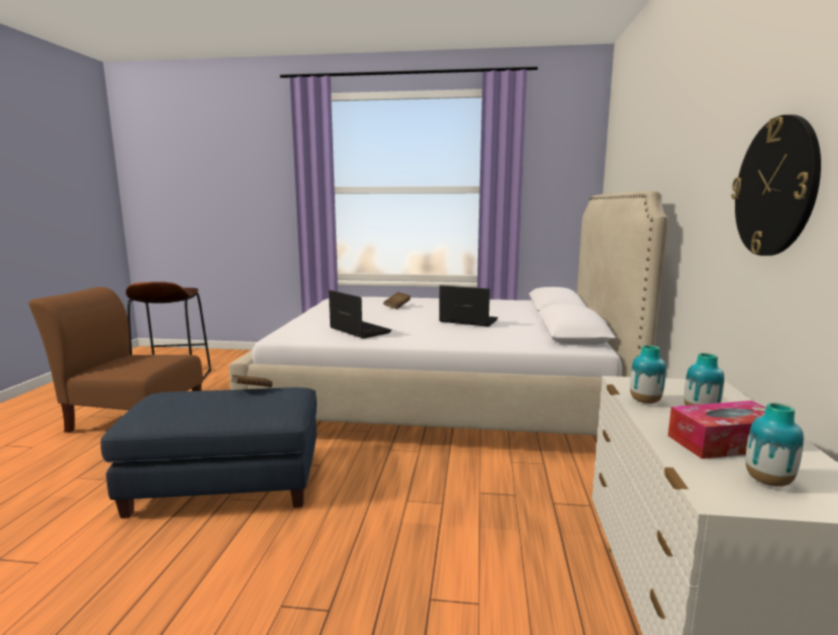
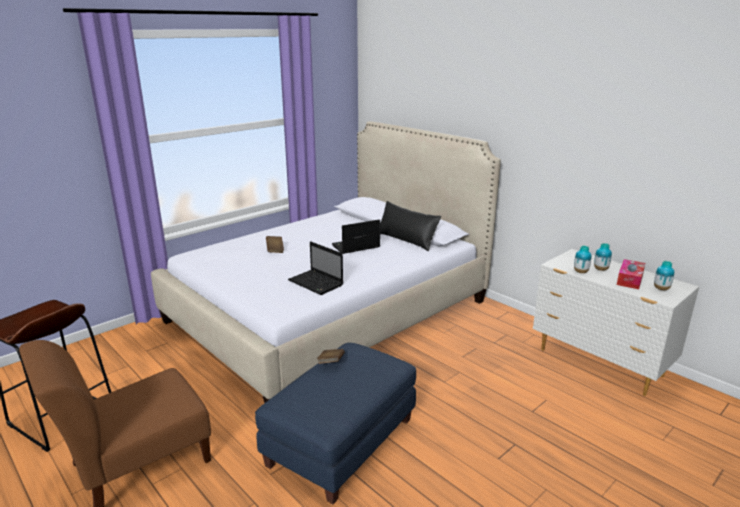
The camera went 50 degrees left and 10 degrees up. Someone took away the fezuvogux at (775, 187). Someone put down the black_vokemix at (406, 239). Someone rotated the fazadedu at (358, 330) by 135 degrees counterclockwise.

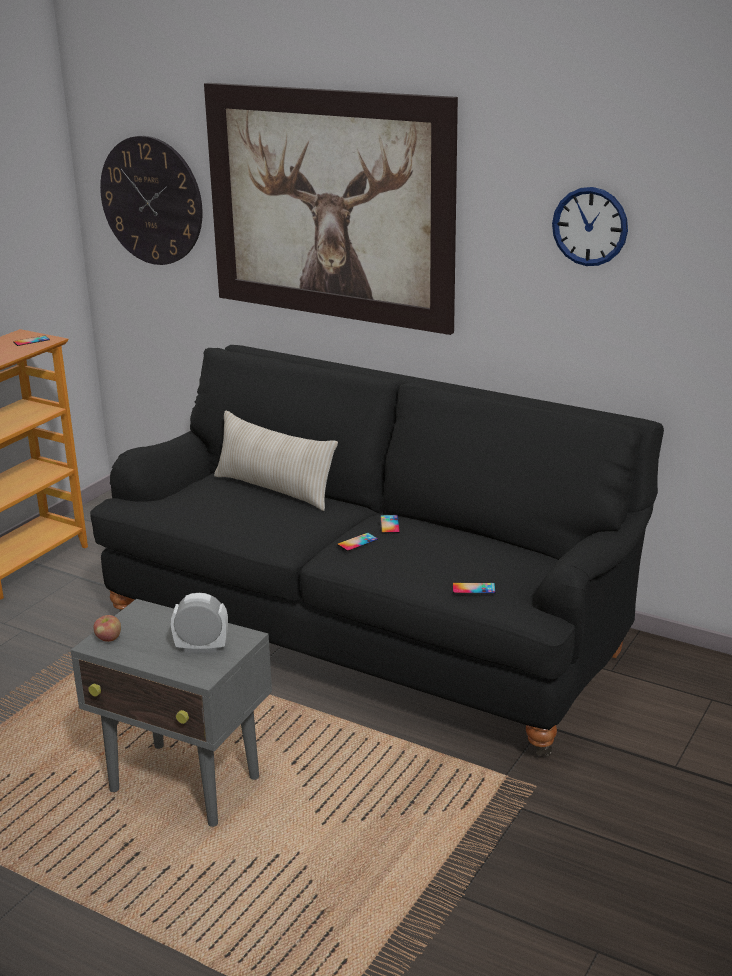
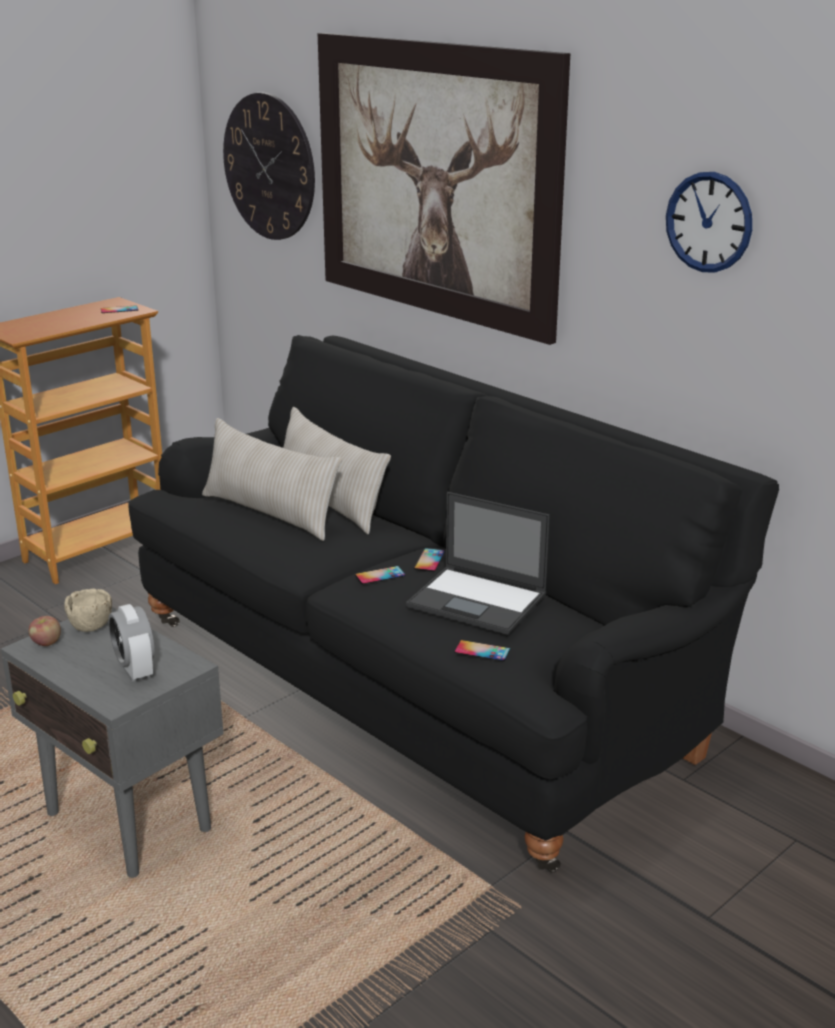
The camera went 15 degrees right and 0 degrees up. Someone put down the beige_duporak at (91, 625). Someone put down the beige_vokemix at (270, 513). Someone put down the fazadedu at (478, 601). Someone rotated the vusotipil at (201, 648) by 135 degrees counterclockwise.

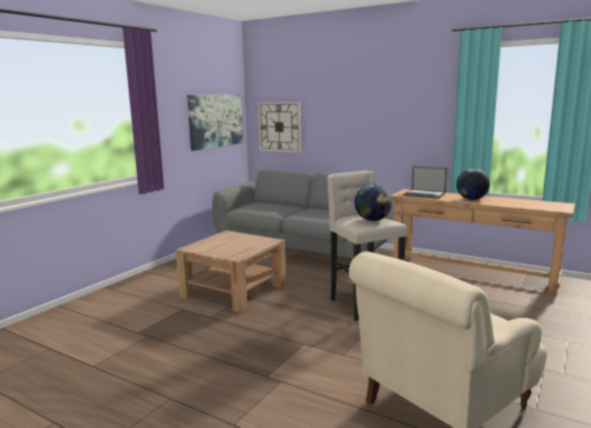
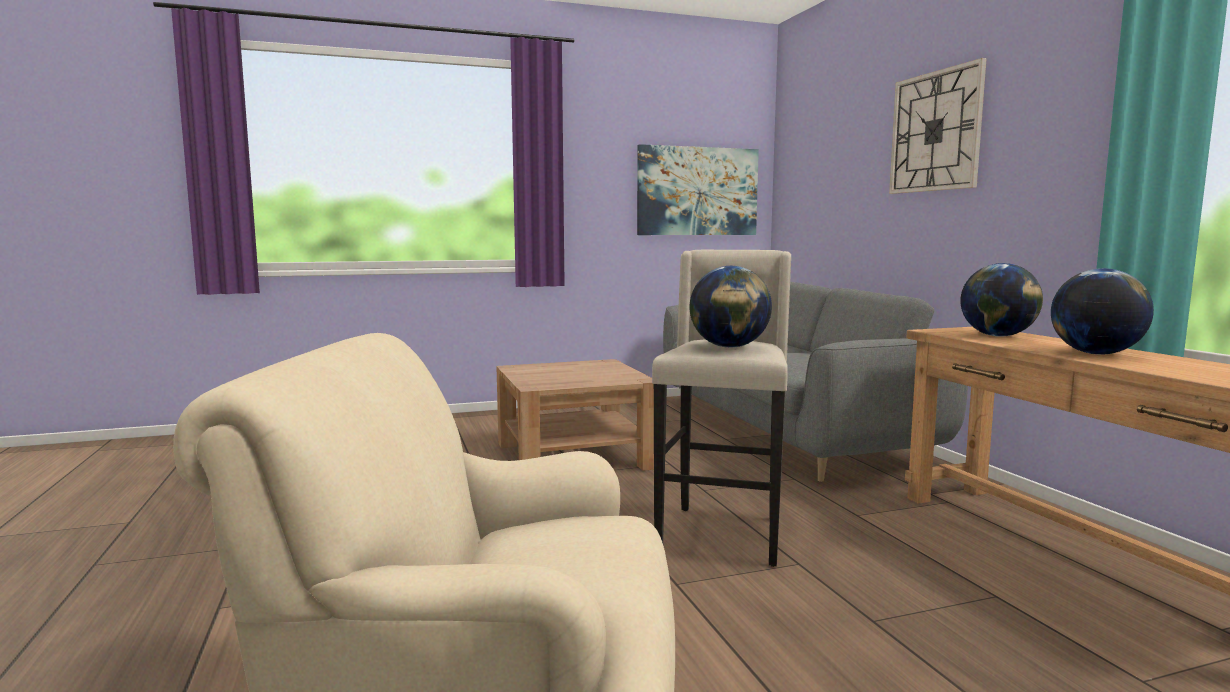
The camera went 40 degrees right and 5 degrees down. Someone carried the fezuvogux from (279, 127) to (935, 131). Someone swapped the fazadedu at (425, 194) for the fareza at (997, 336).

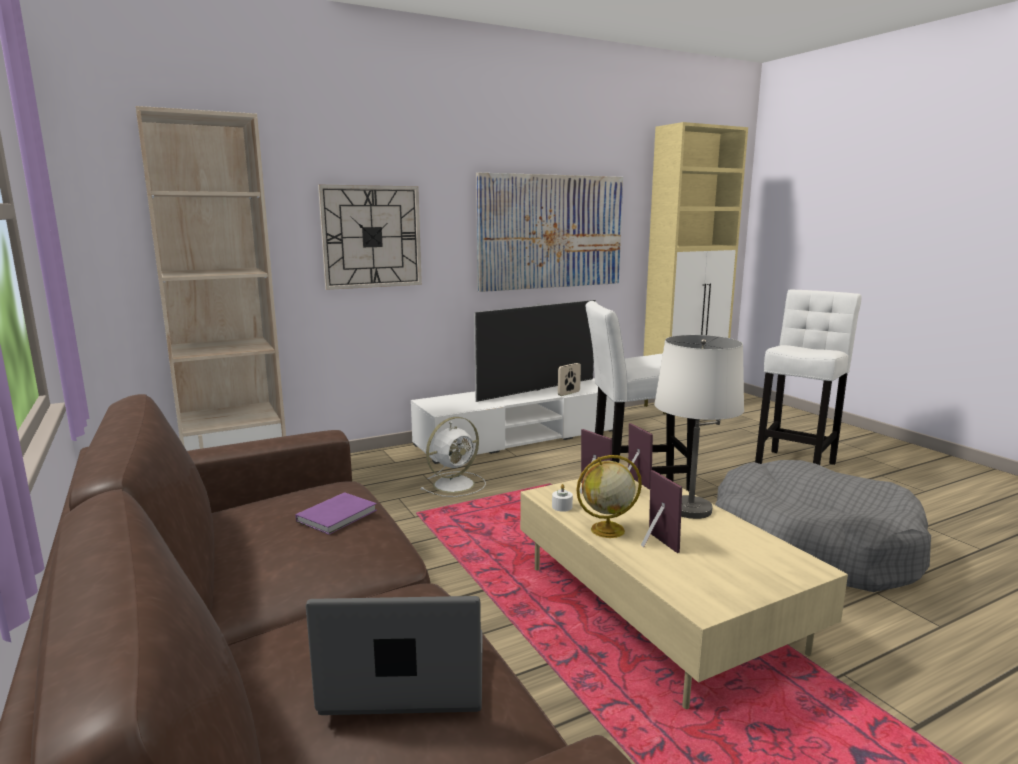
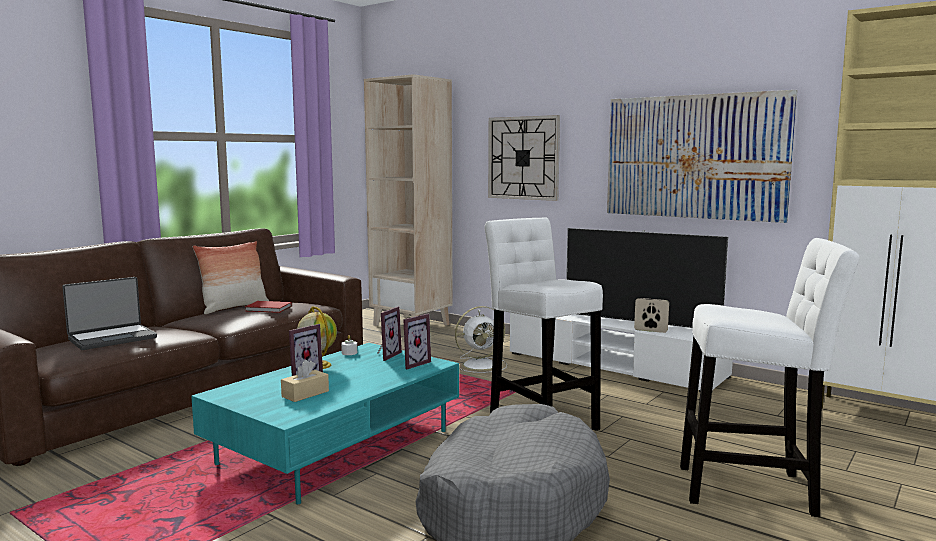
The camera went 65 degrees right and 5 degrees down. Someone took away the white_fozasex at (691, 510). Someone put down the vokemix at (234, 307). Someone put down the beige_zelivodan at (305, 394). Someone repainted the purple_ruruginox at (339, 515), which became the red_ruruginox at (269, 309). Someone repainted the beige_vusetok at (655, 607), which became the turquoise_vusetok at (337, 446). Someone rotated the fazadedu at (405, 678) by 75 degrees clockwise. Someone rotated the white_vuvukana at (455, 484) by 45 degrees counterclockwise.

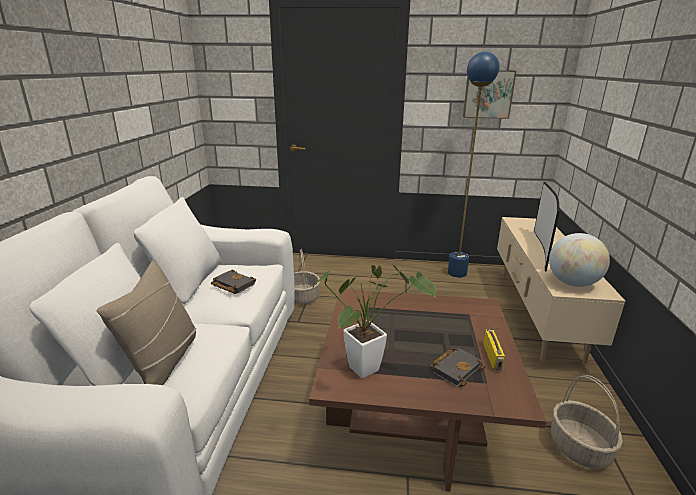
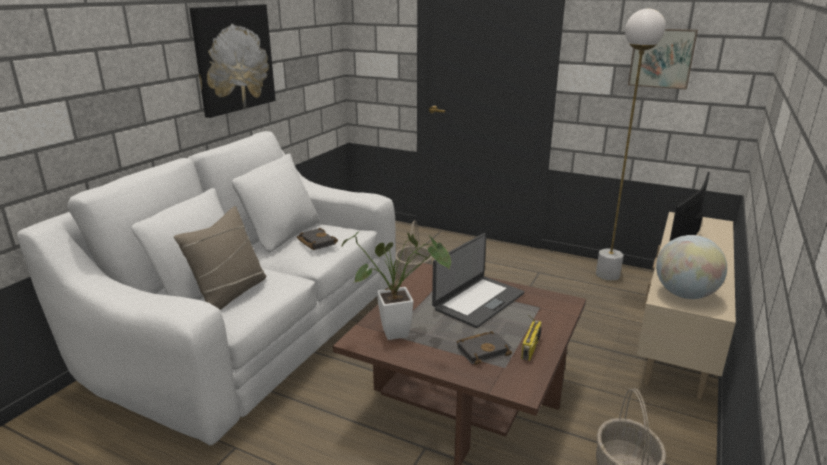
The camera went 20 degrees right and 0 degrees up. Someone put up the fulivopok at (233, 58). Someone put down the fazadedu at (478, 301). Someone repainted the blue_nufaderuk at (457, 273), which became the white_nufaderuk at (607, 275).

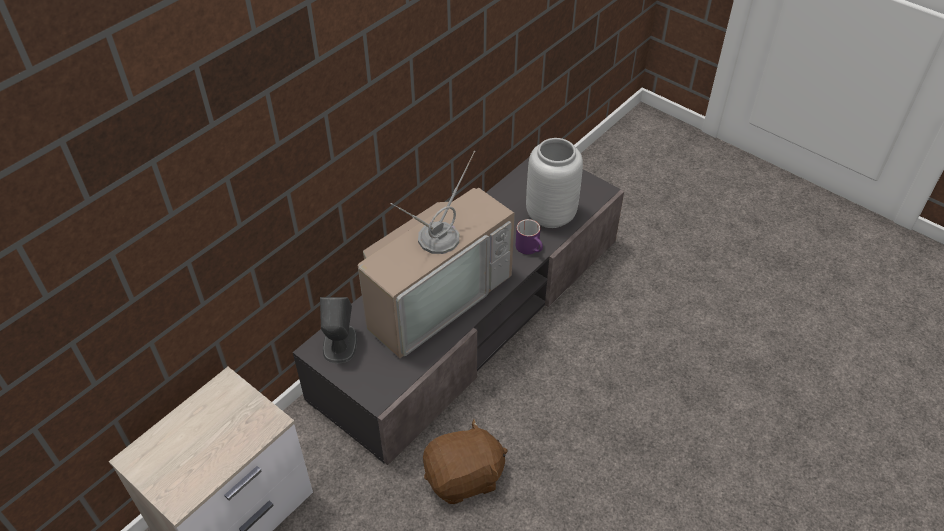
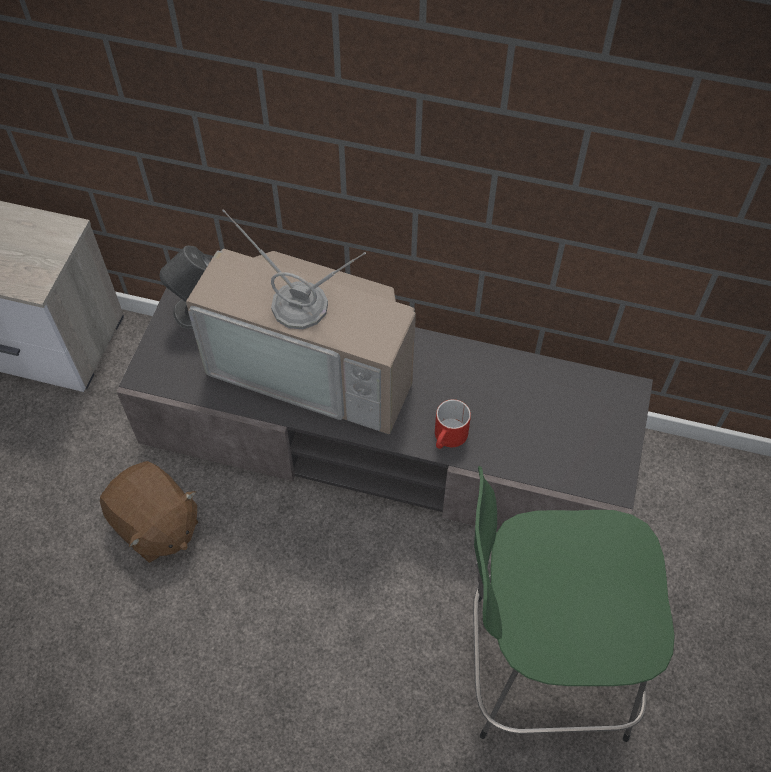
The camera went 65 degrees right and 10 degrees up. Someone took away the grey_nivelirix at (550, 214). Someone put down the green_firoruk at (541, 666). Someone repainted the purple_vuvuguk at (531, 248), which became the red_vuvuguk at (449, 439).

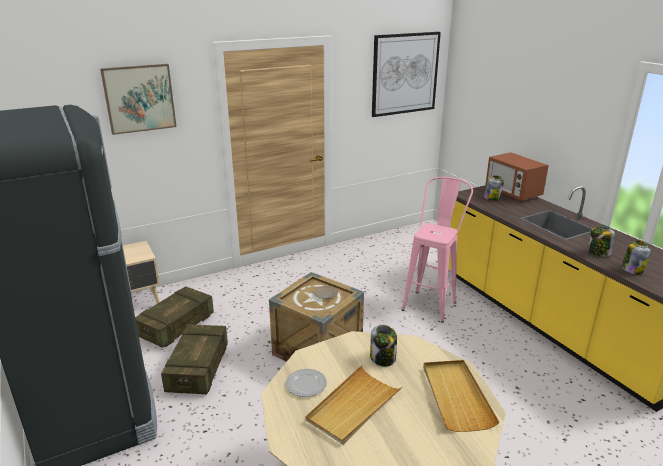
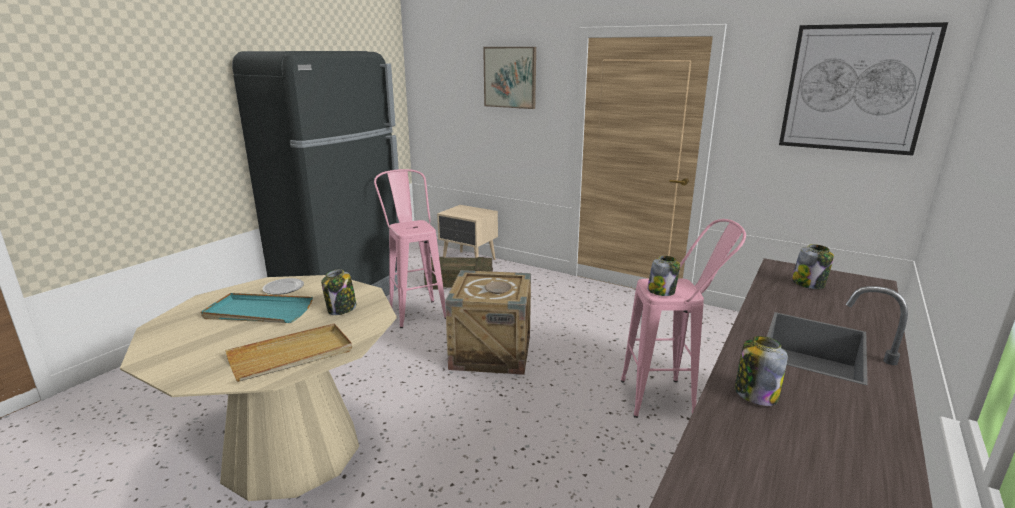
The camera went 60 degrees right and 5 degrees down. Someone took away the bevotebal at (512, 193). Someone carried the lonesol from (632, 270) to (661, 291). Someone swapped the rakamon at (198, 369) for the pink_firoruk at (415, 310). Someone repainted the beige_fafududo at (353, 407), which became the turquoise_fafududo at (258, 312).

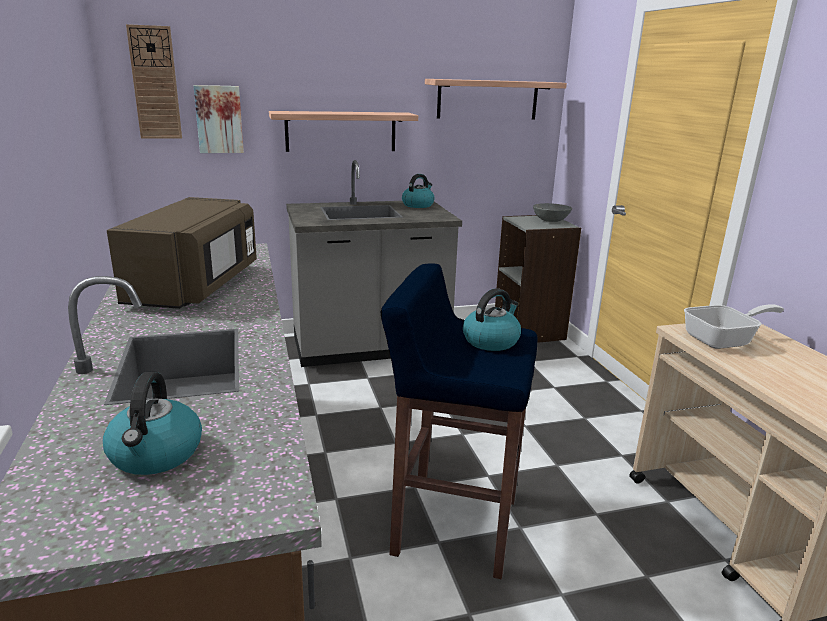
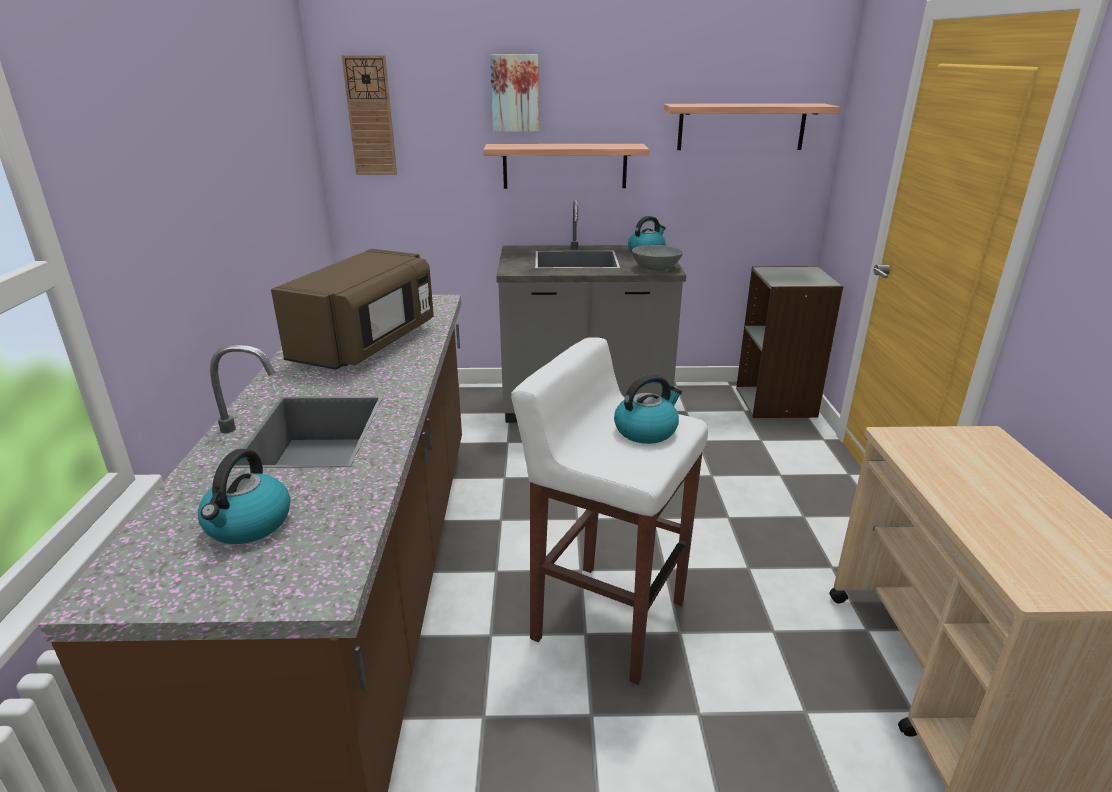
The camera went 15 degrees right and 5 degrees up. Someone took away the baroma at (724, 340). Someone carried the fulivopok from (219, 119) to (515, 93). Someone carried the grey_duporak from (551, 220) to (656, 268). Someone repainted the blue_firoruk at (453, 526), which became the white_firoruk at (606, 619).

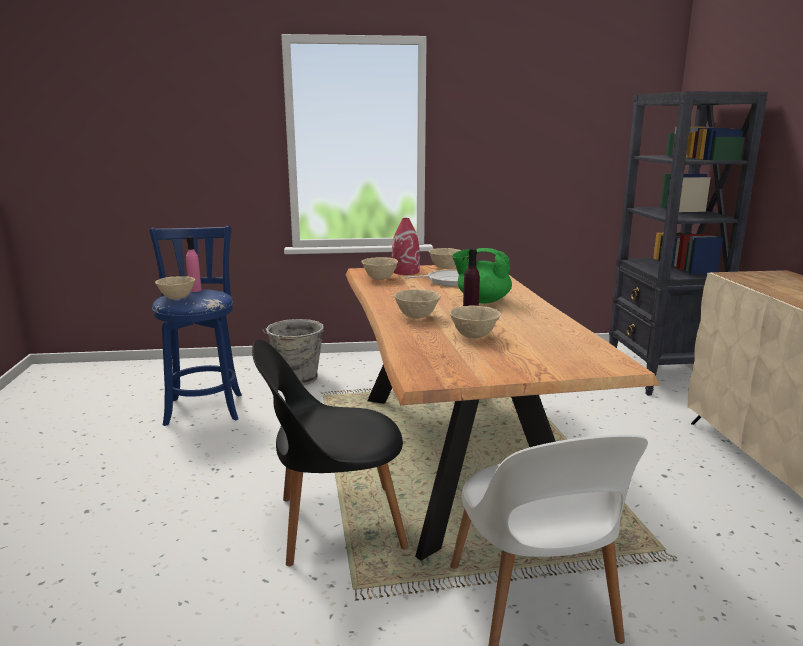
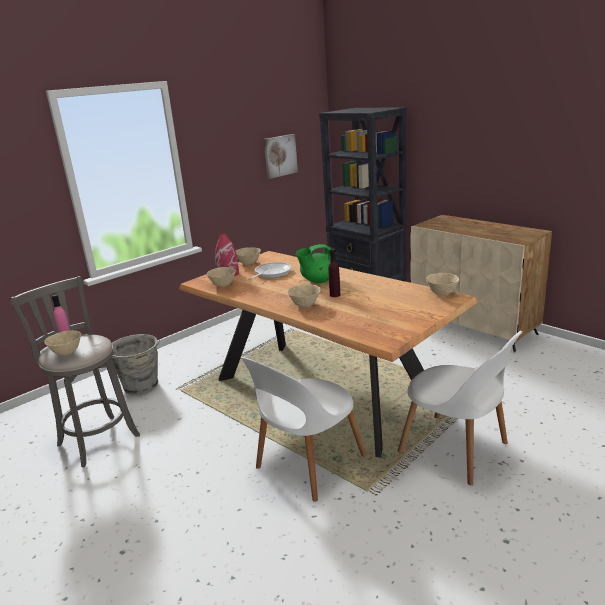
The camera went 35 degrees left and 5 degrees up. Someone put up the fulivopok at (280, 156). Someone carried the beige_duporak from (474, 336) to (442, 293). Someone repainted the blue_firoruk at (204, 407), which became the grey_firoruk at (96, 438). Someone repainted the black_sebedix at (334, 524), which became the white_sebedix at (307, 464).

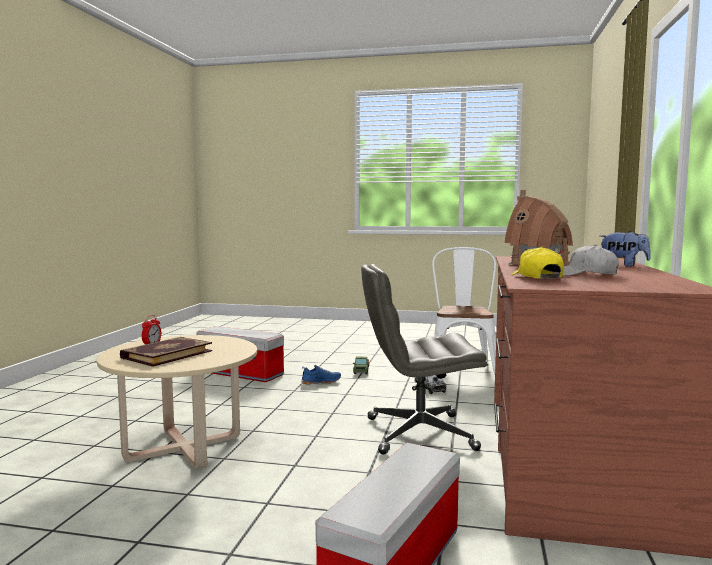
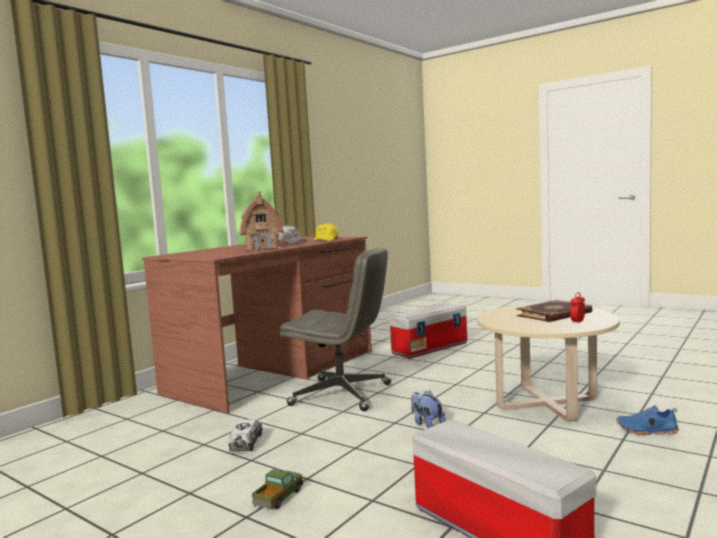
The camera went 155 degrees left and 0 degrees up. Someone took away the white_sebedix at (462, 370). Someone carried the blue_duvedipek from (321, 382) to (647, 431). Someone carried the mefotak from (623, 265) to (427, 424).

